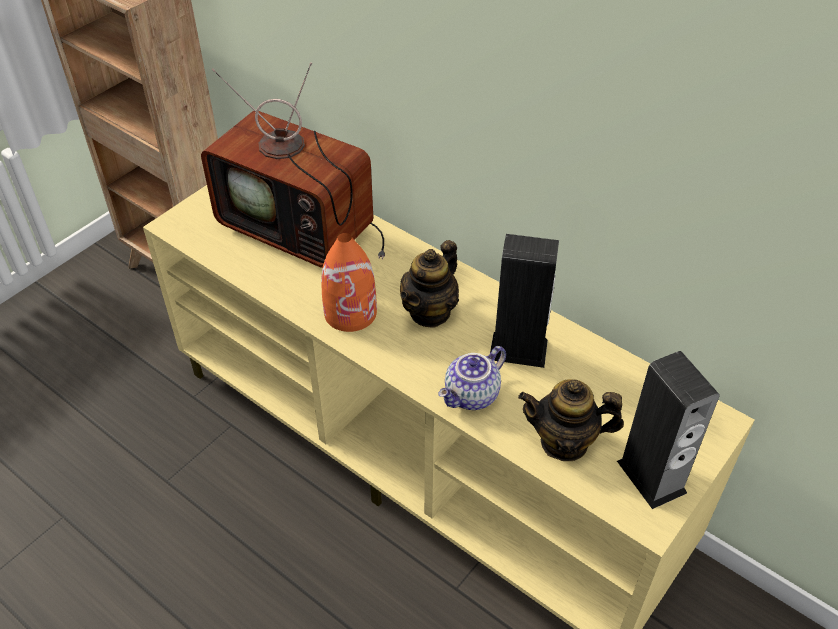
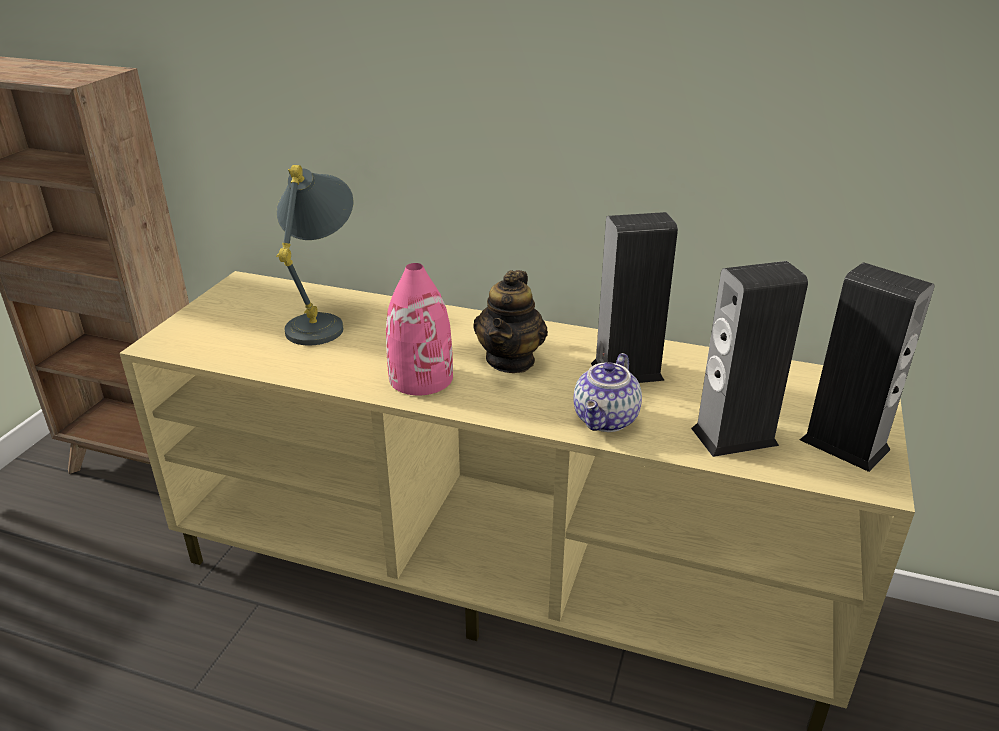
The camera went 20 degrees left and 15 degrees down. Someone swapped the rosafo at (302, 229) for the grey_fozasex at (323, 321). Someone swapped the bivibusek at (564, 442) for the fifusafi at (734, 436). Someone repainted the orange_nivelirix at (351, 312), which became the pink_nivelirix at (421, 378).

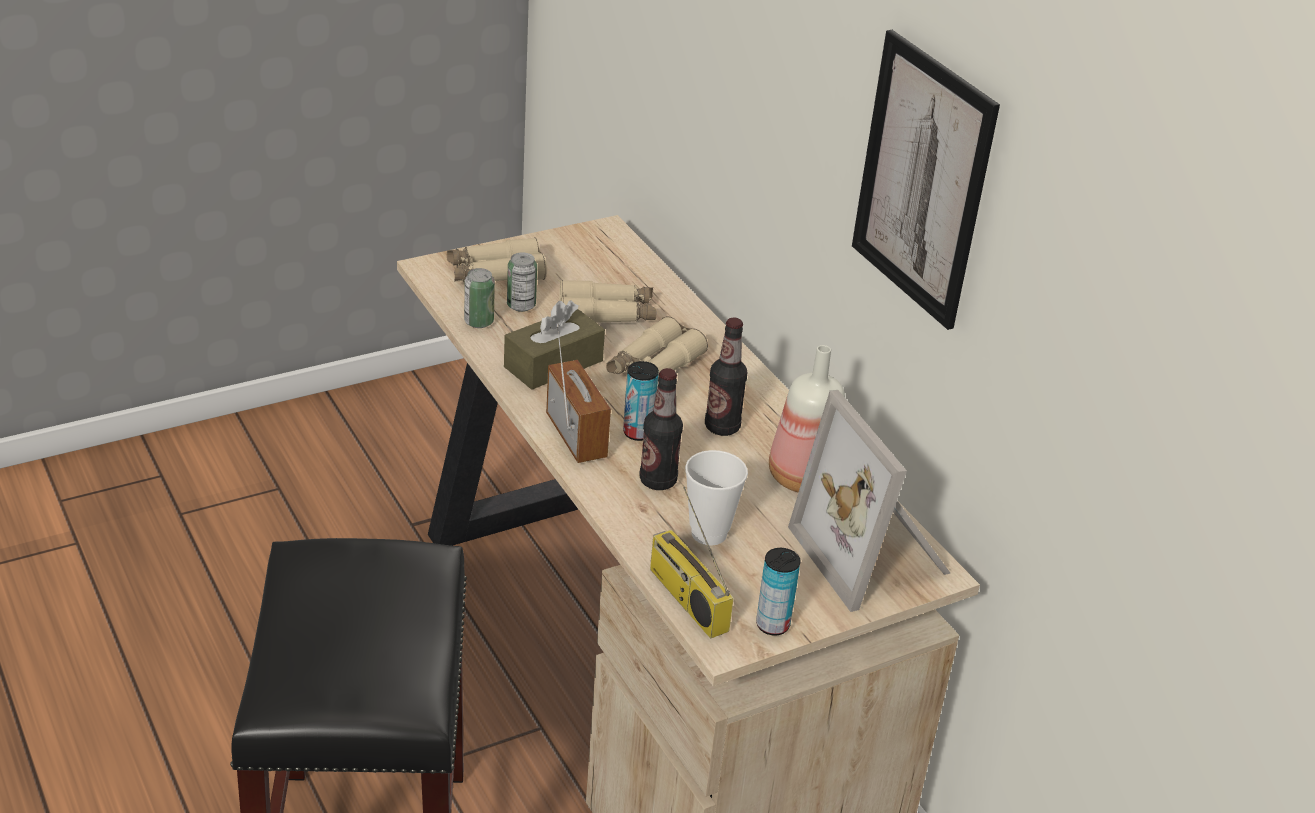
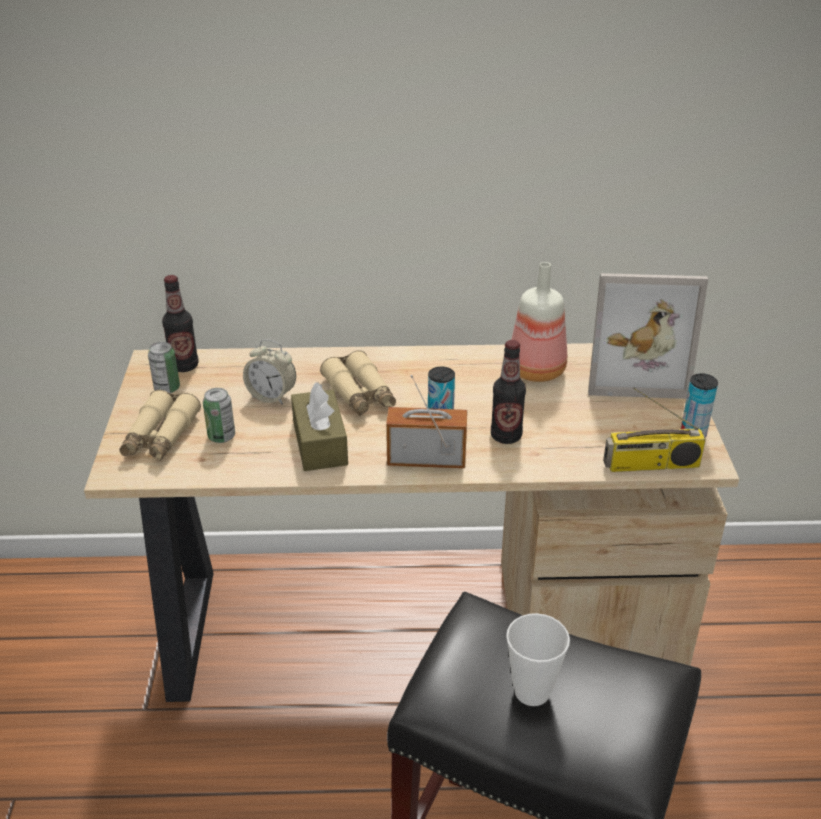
The camera went 60 degrees left and 0 degrees up. Someone took away the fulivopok at (923, 180). Someone carried the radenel from (479, 322) to (167, 388). Someone carried the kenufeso from (709, 533) to (532, 691). Someone carried the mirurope from (722, 427) to (184, 366). Someone swapped the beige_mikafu at (606, 314) for the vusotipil at (271, 396).

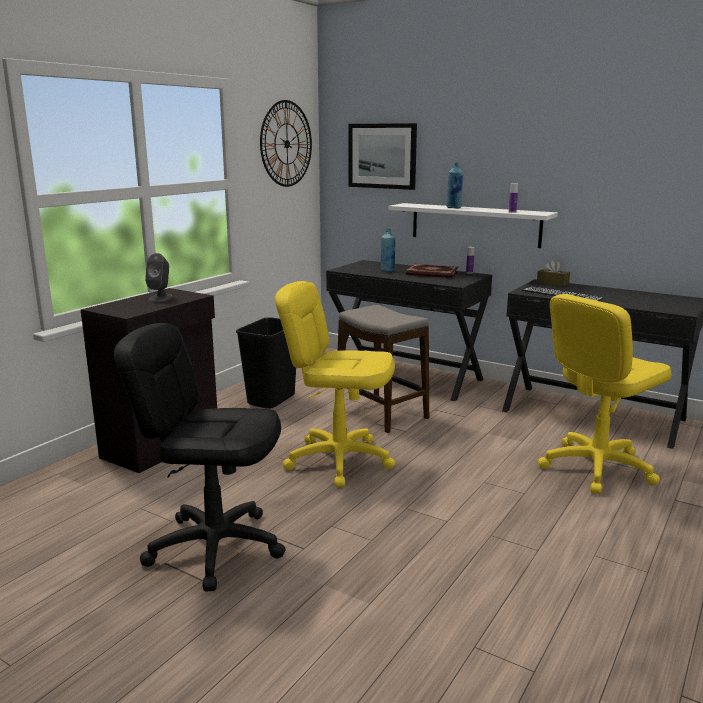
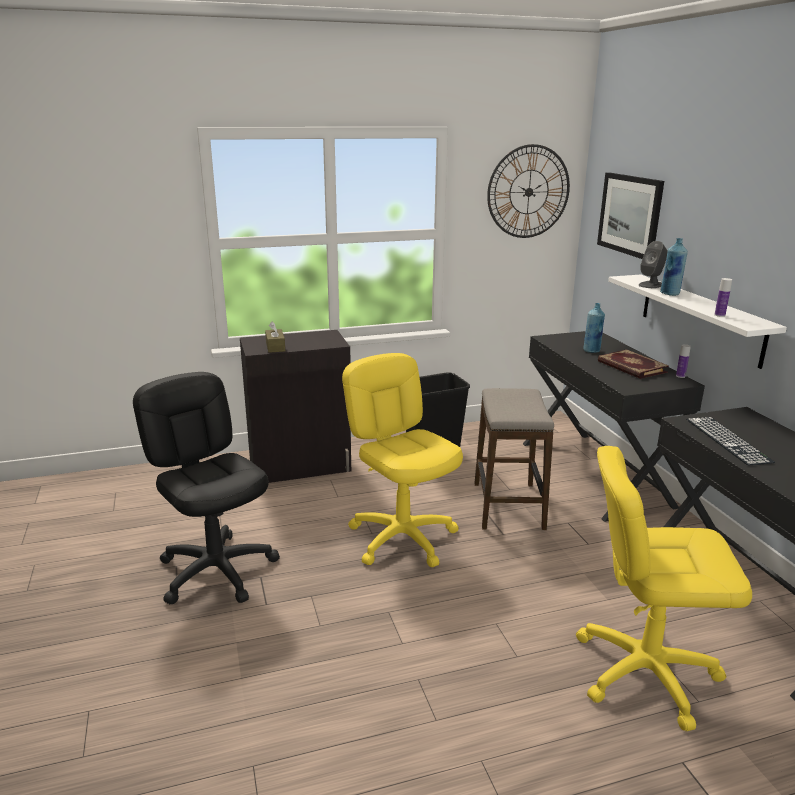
The camera went 40 degrees right and 5 degrees up. Someone carried the grey_fifusafi from (160, 298) to (651, 285). Someone carried the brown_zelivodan from (552, 283) to (275, 347).

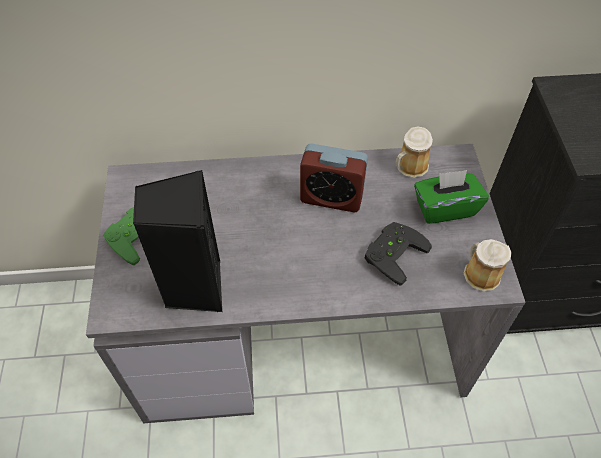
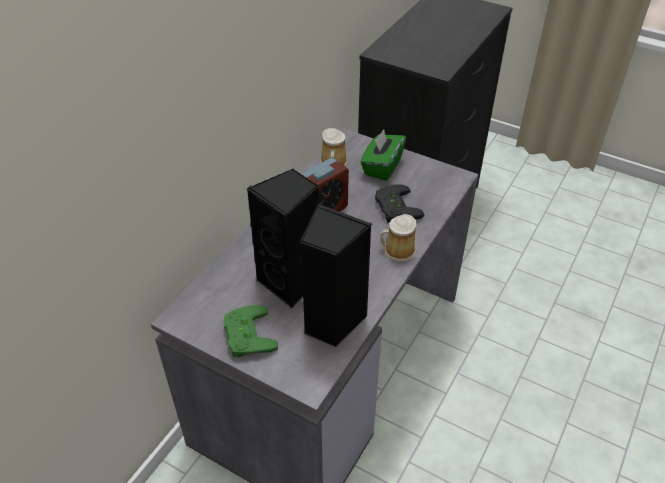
The camera went 55 degrees left and 10 degrees down. Someone put down the black_fifusafi at (291, 283). Someone carried the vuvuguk from (480, 273) to (397, 250).

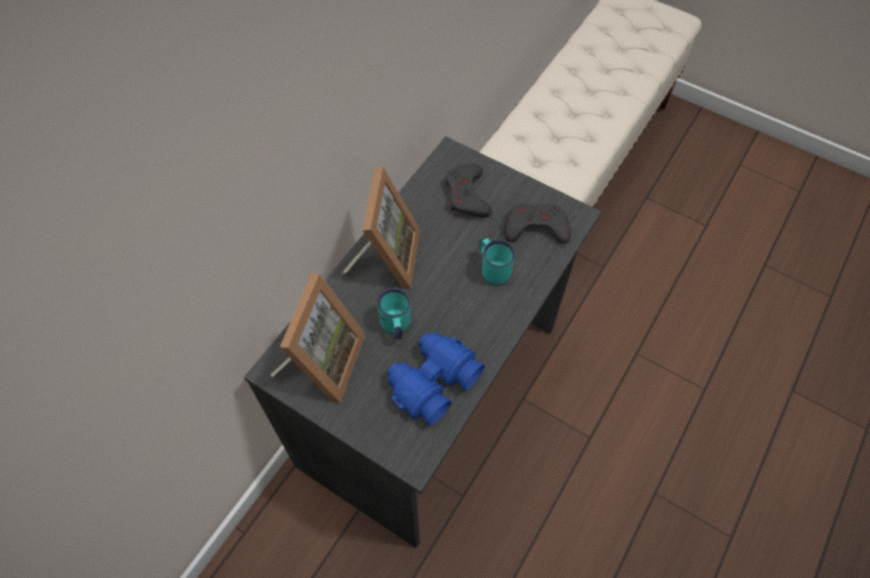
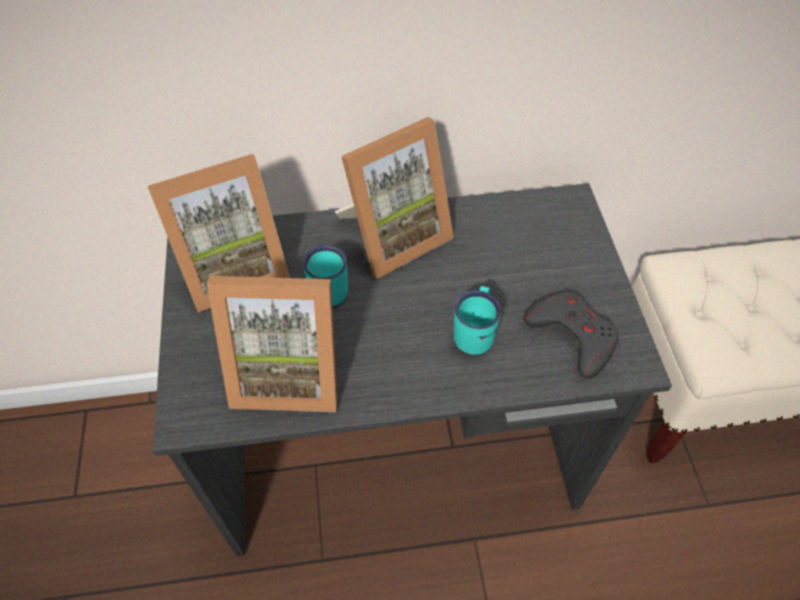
The camera went 50 degrees right and 5 degrees down. Someone took away the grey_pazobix at (467, 195). Someone swapped the blue_mikafu at (432, 381) for the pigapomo at (288, 372).

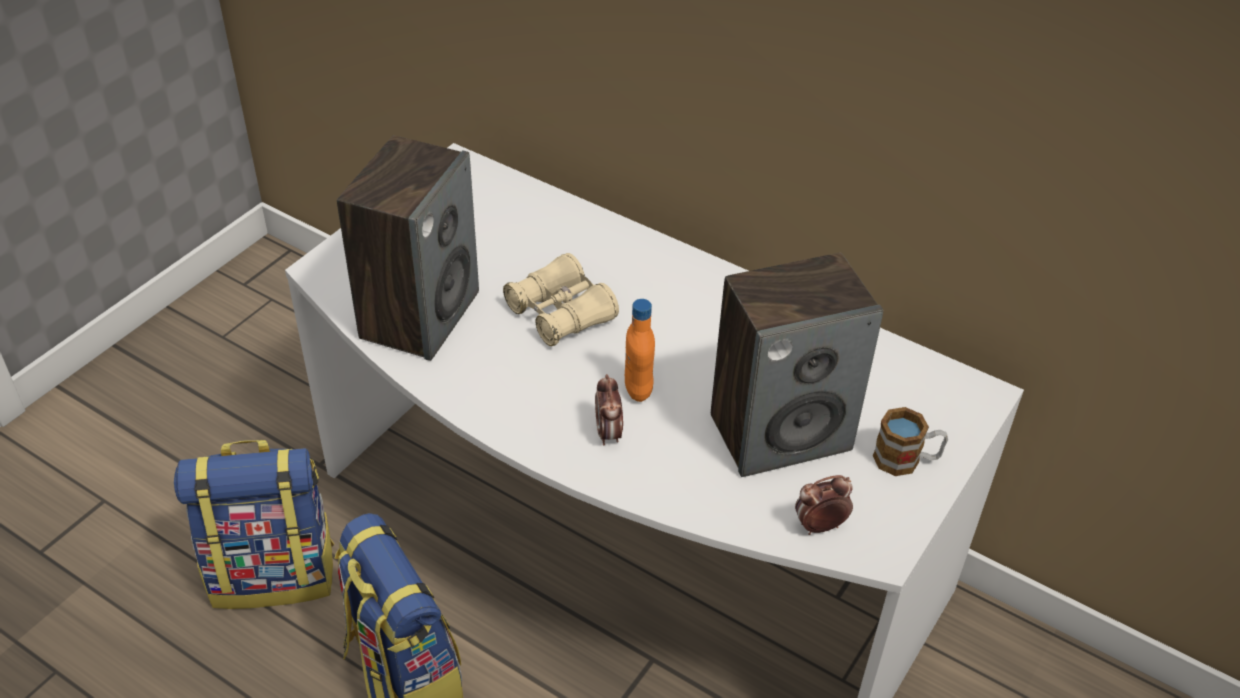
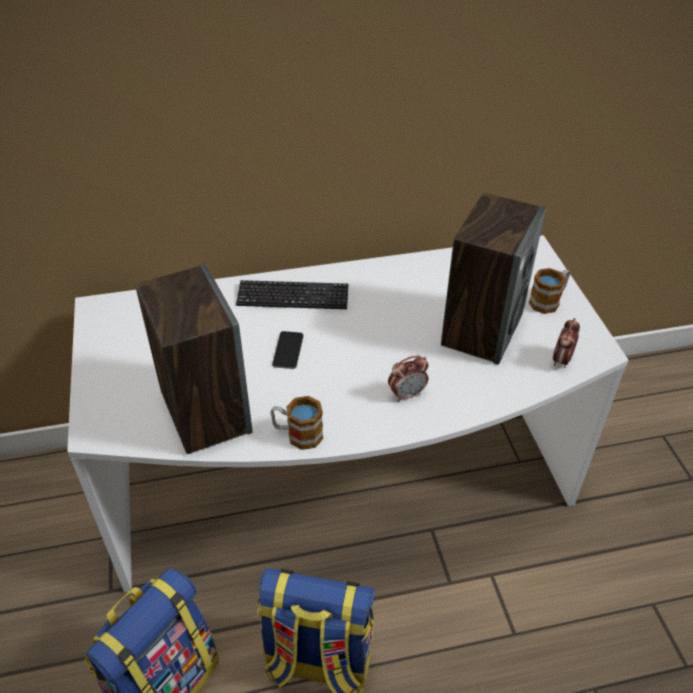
The camera went 45 degrees left and 0 degrees up. Someone took away the orange_mirurope at (638, 389). Someone put down the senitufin at (293, 297). Someone put down the vuvuguk at (297, 434). Someone swapped the beige_mikafu at (561, 313) for the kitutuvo at (288, 350). Someone rotated the vusotipil at (608, 433) by 60 degrees counterclockwise.

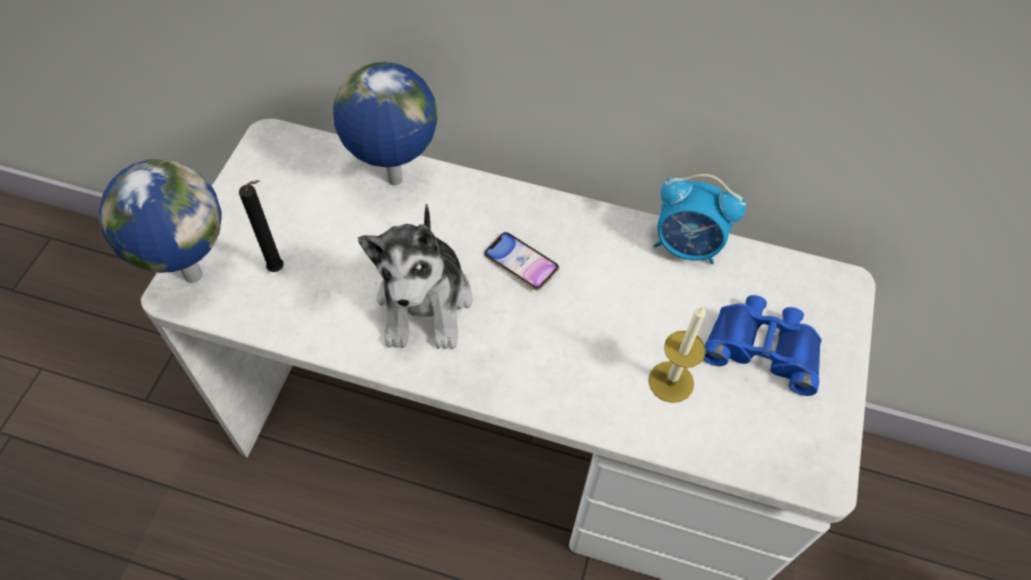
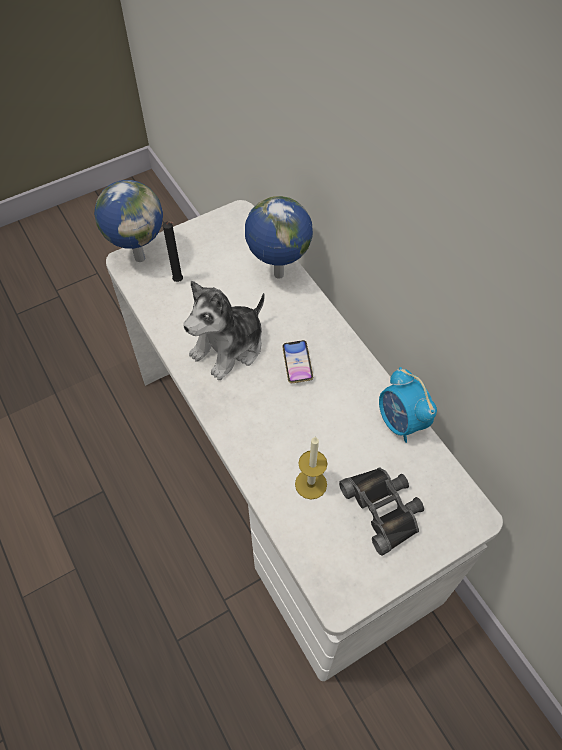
The camera went 45 degrees right and 0 degrees up. Someone repainted the blue_mikafu at (763, 347), which became the black_mikafu at (384, 508).

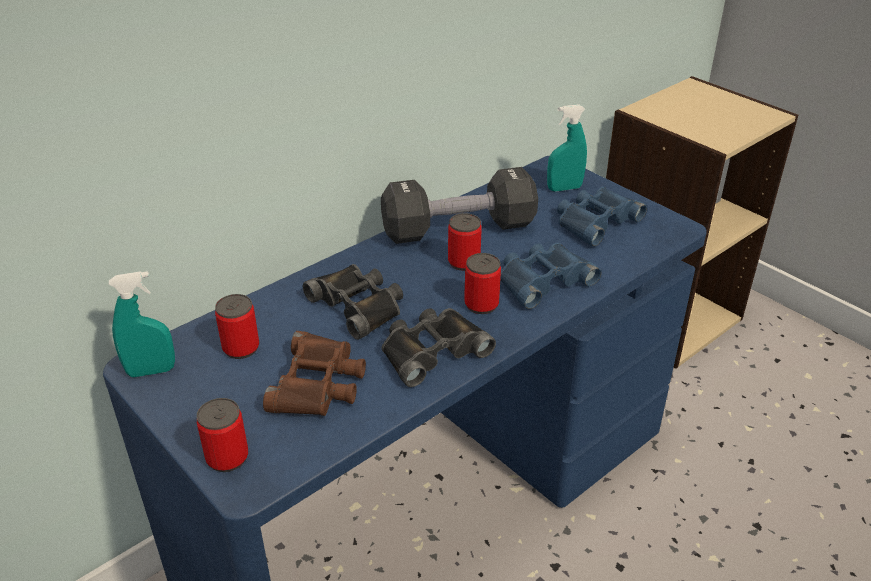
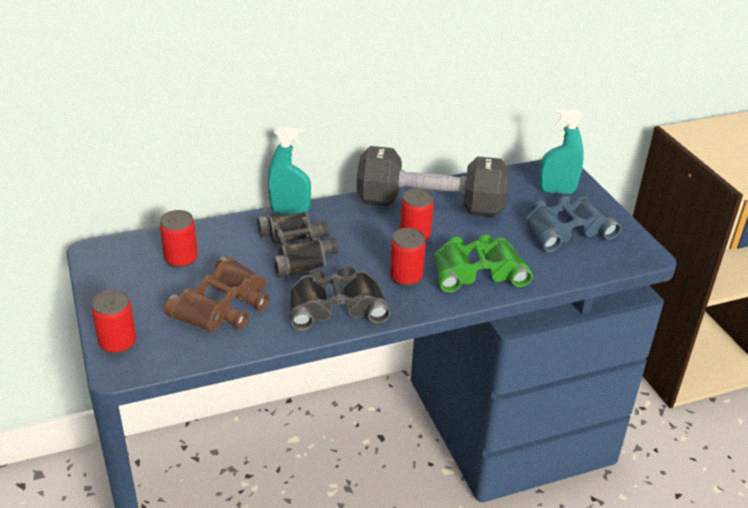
The camera went 20 degrees right and 0 degrees up. Someone carried the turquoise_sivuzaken from (151, 371) to (290, 212). Someone repainted the blue_mikafu at (542, 280), which became the green_mikafu at (477, 270).

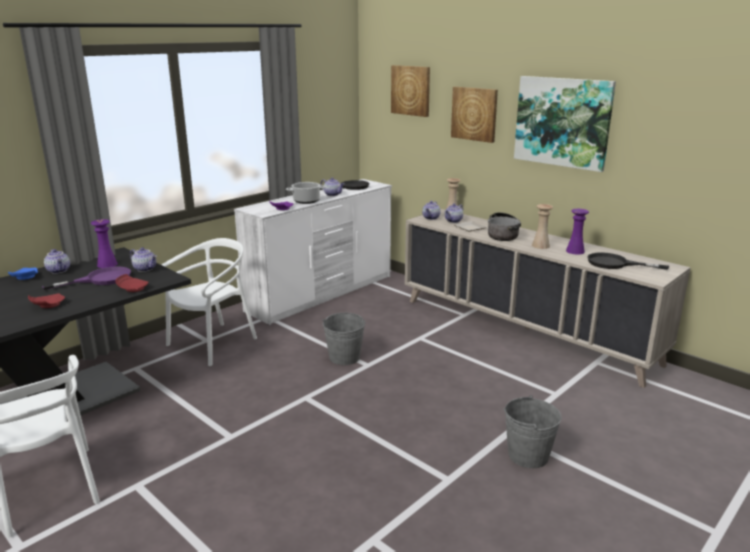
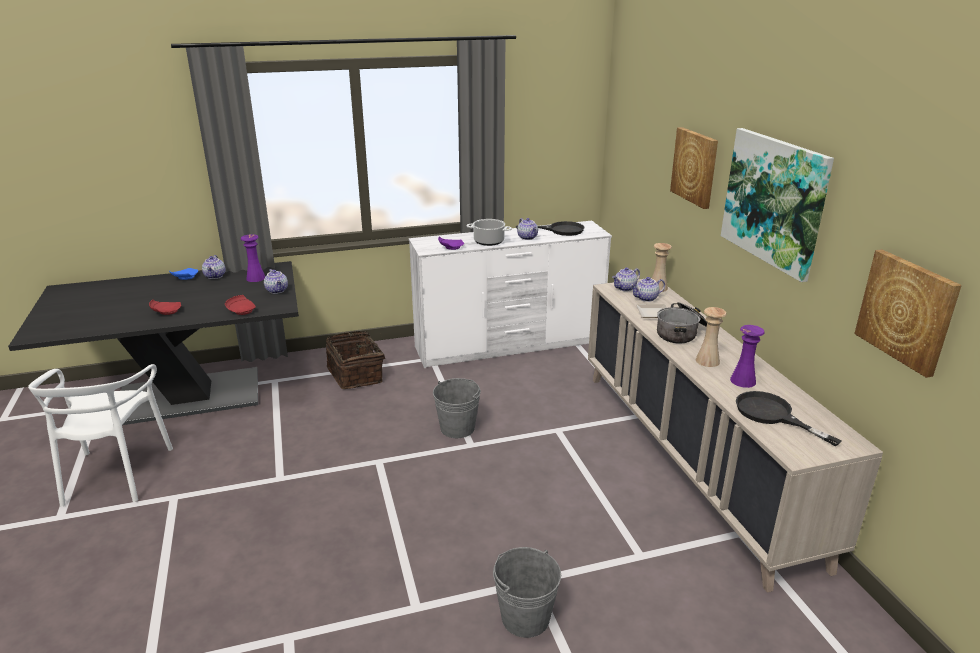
The camera went 30 degrees right and 5 degrees up. Someone took away the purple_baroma at (100, 279). Someone carried the fulivopok from (411, 90) to (907, 311). Someone swapped the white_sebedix at (213, 343) for the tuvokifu at (357, 374).

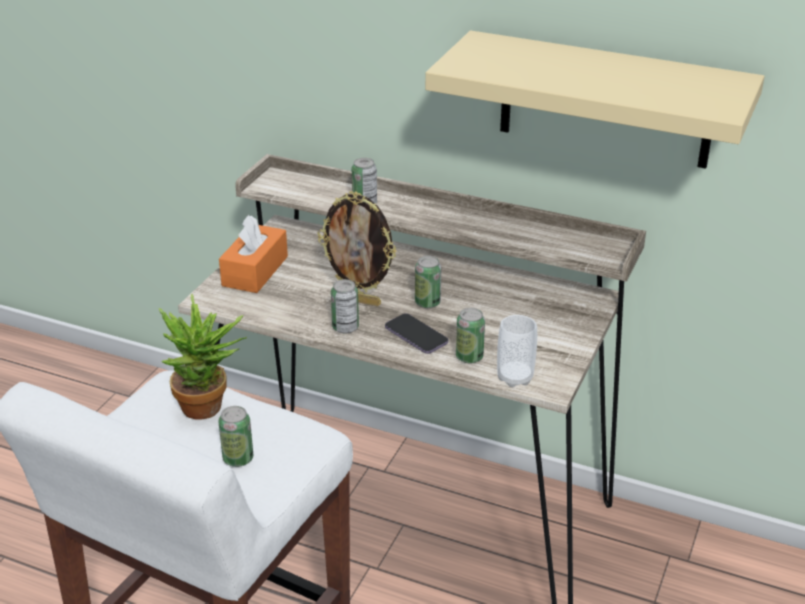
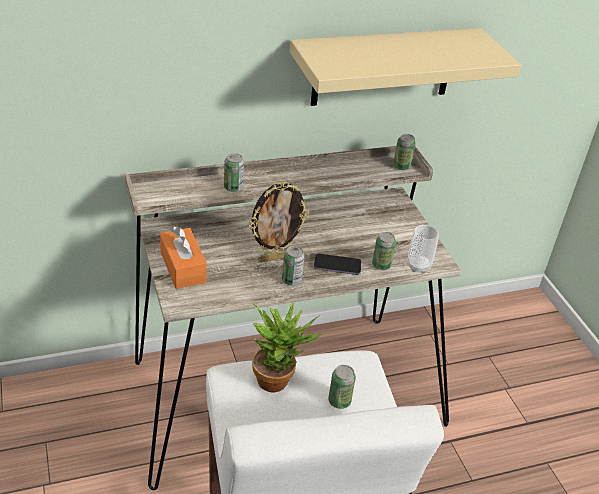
The camera went 45 degrees left and 5 degrees up. Someone carried the radenel from (427, 303) to (401, 166).

